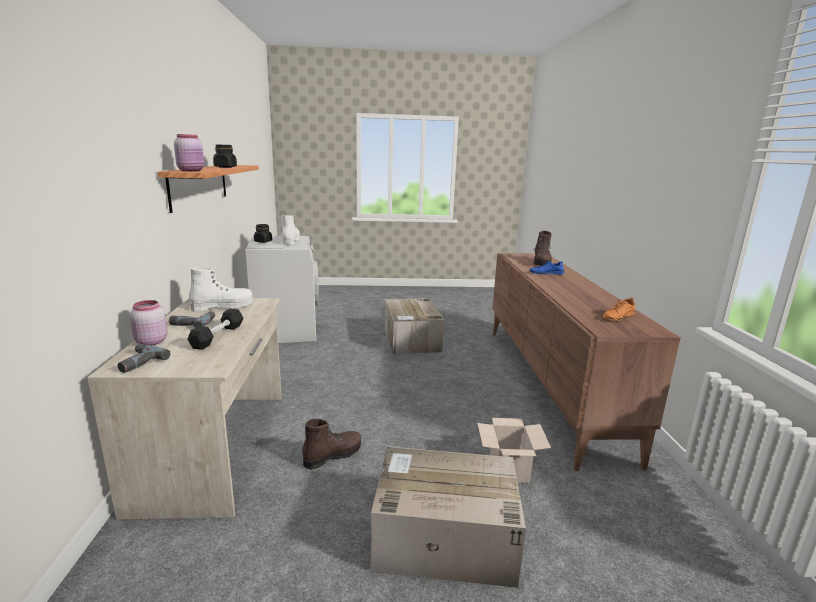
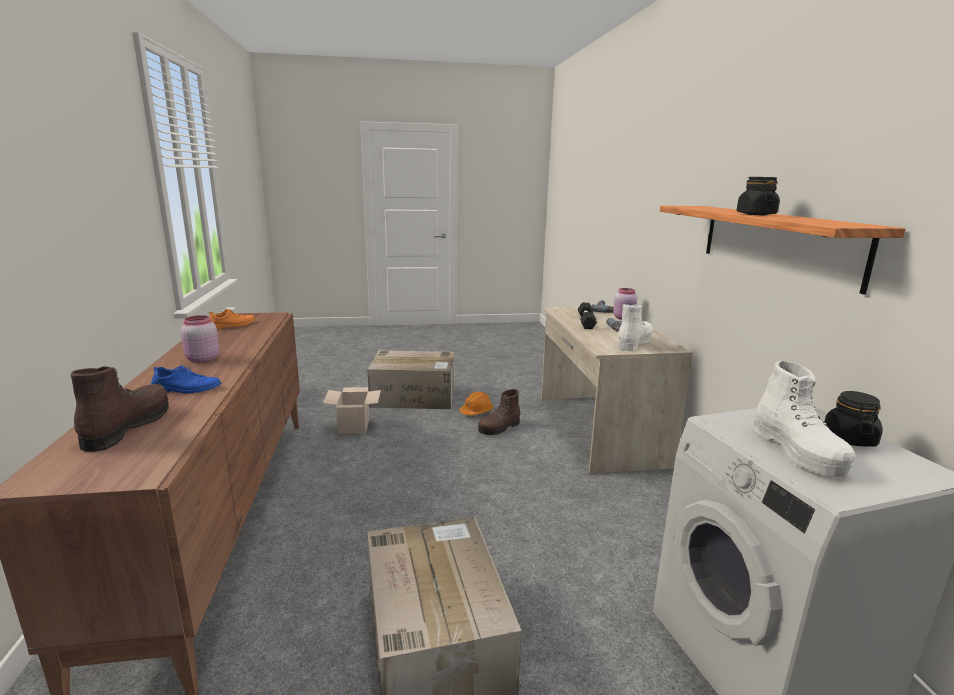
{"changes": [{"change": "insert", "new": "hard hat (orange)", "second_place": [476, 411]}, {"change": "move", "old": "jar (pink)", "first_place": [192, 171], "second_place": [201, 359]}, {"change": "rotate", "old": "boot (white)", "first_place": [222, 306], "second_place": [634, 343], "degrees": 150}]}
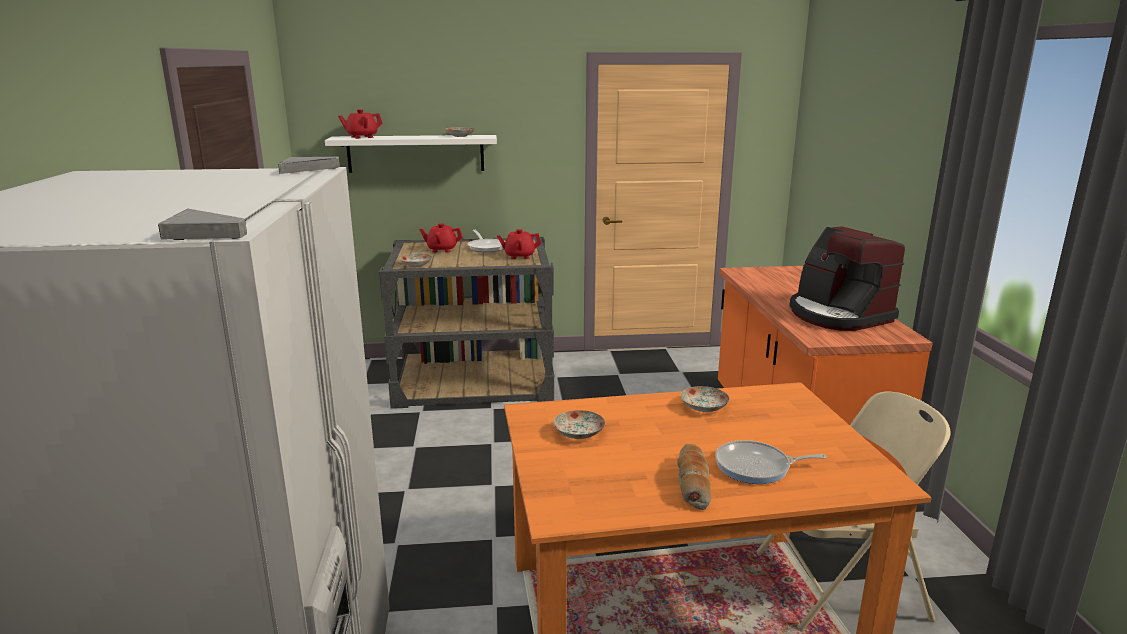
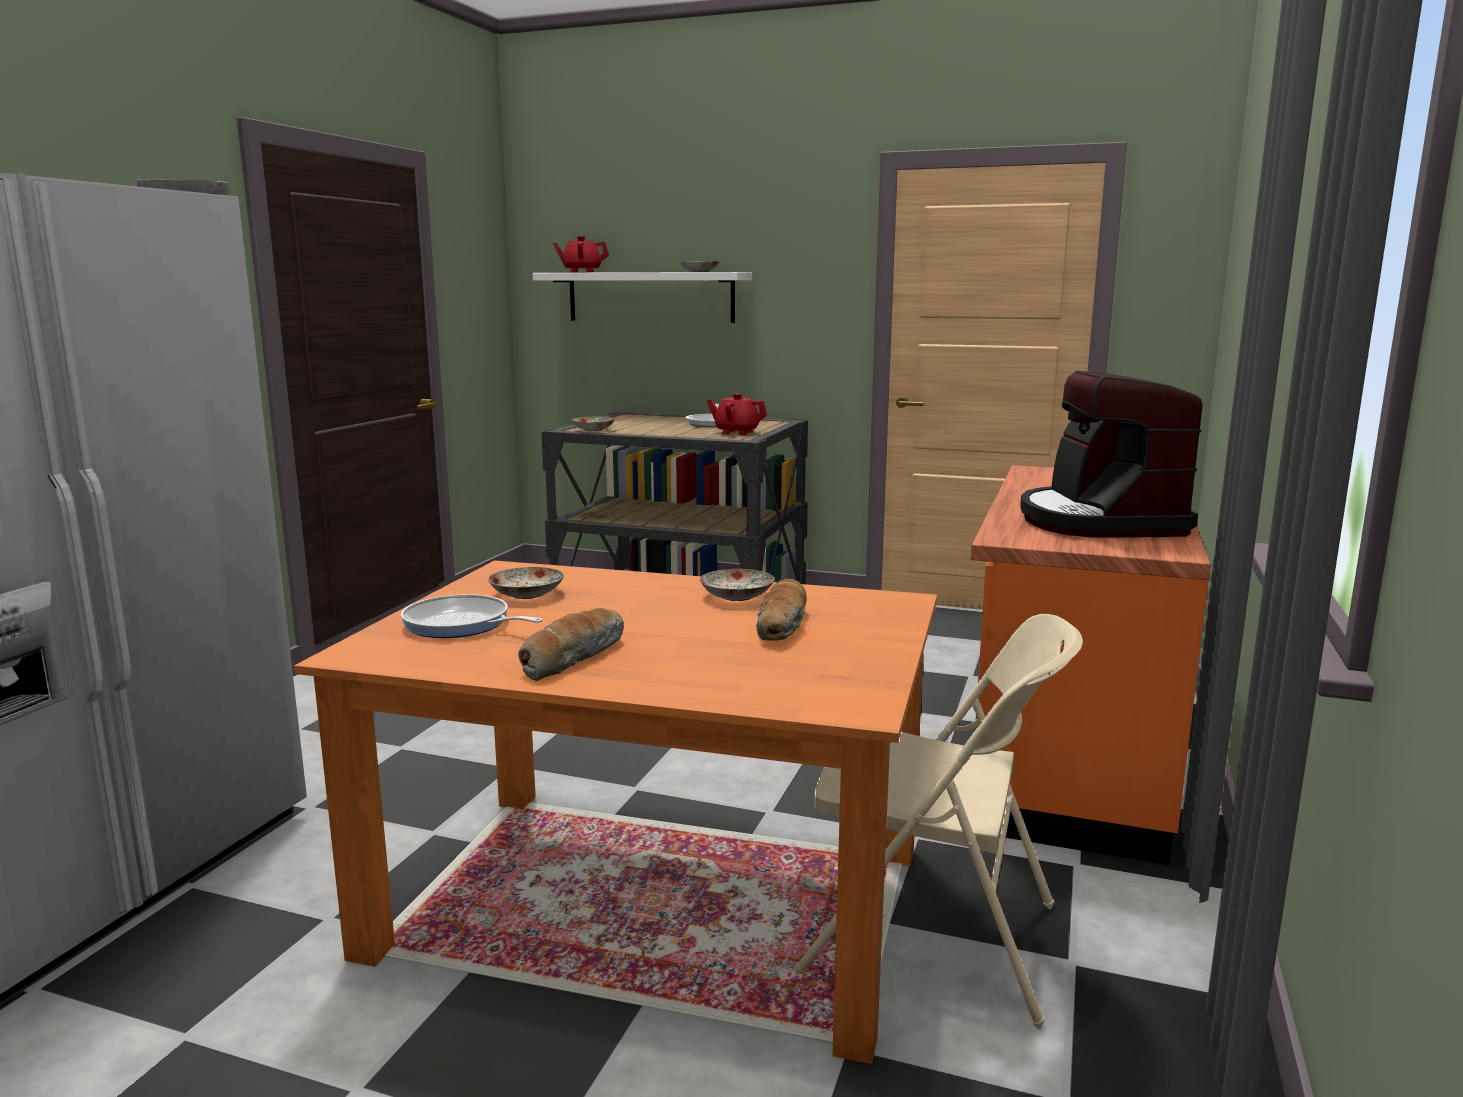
{"changes": [{"change": "delete", "old": "teapot (red)", "first_place": [442, 250]}, {"change": "insert", "new": "bread", "second_place": [783, 625]}, {"change": "move", "old": "frying pan", "first_place": [756, 467], "second_place": [461, 625]}]}
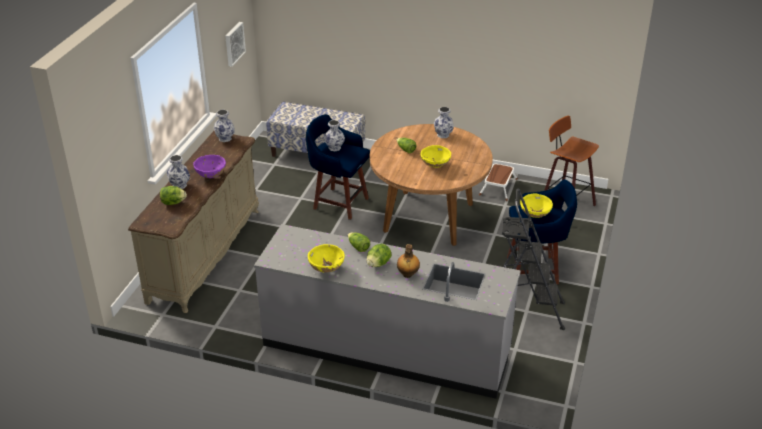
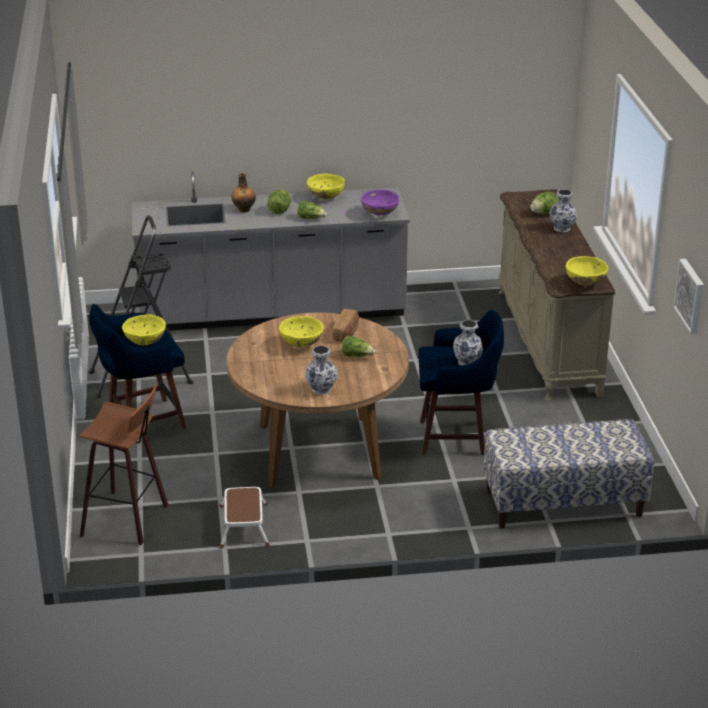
{"changes": [{"change": "insert", "new": "bread", "second_place": [346, 333]}, {"change": "move", "old": "bowl (purple)", "first_place": [211, 175], "second_place": [379, 214]}, {"change": "replace", "old": "vase", "new": "bowl (yellow)", "first_place": [225, 138], "second_place": [585, 283]}]}
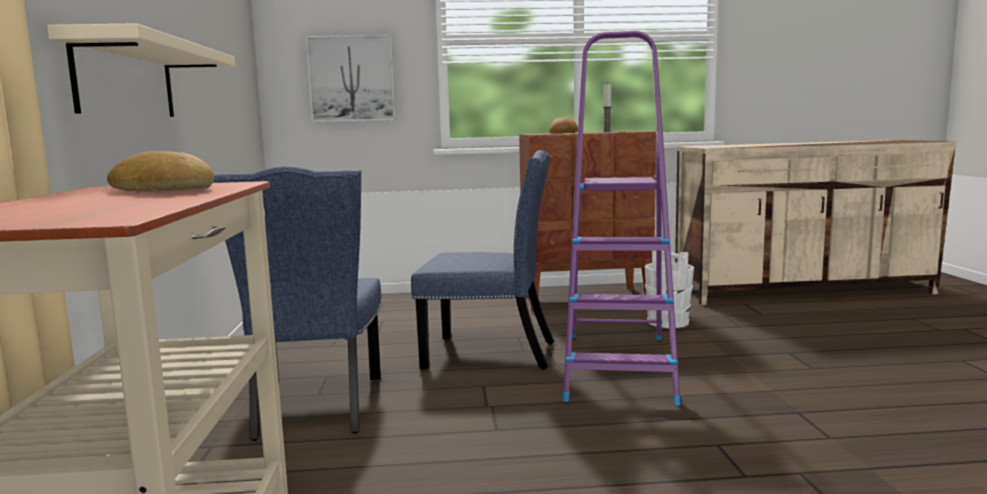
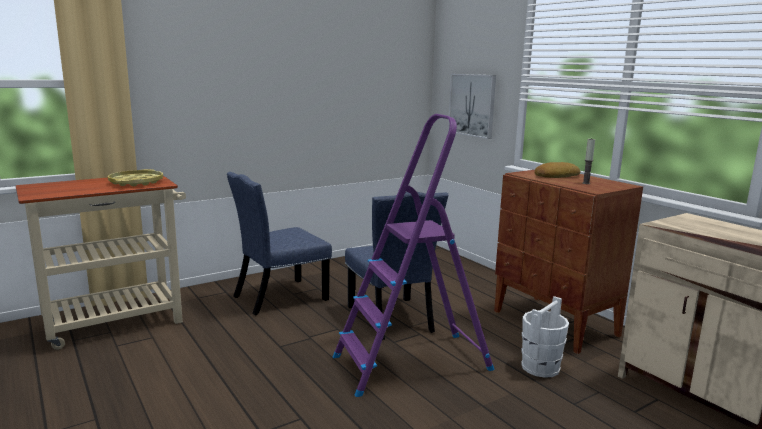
{"changes": [{"change": "delete", "old": "shelf (beige)", "first_place": [126, 80]}, {"change": "replace", "old": "bread", "new": "tray (yellow)", "first_place": [165, 189], "second_place": [136, 182]}]}
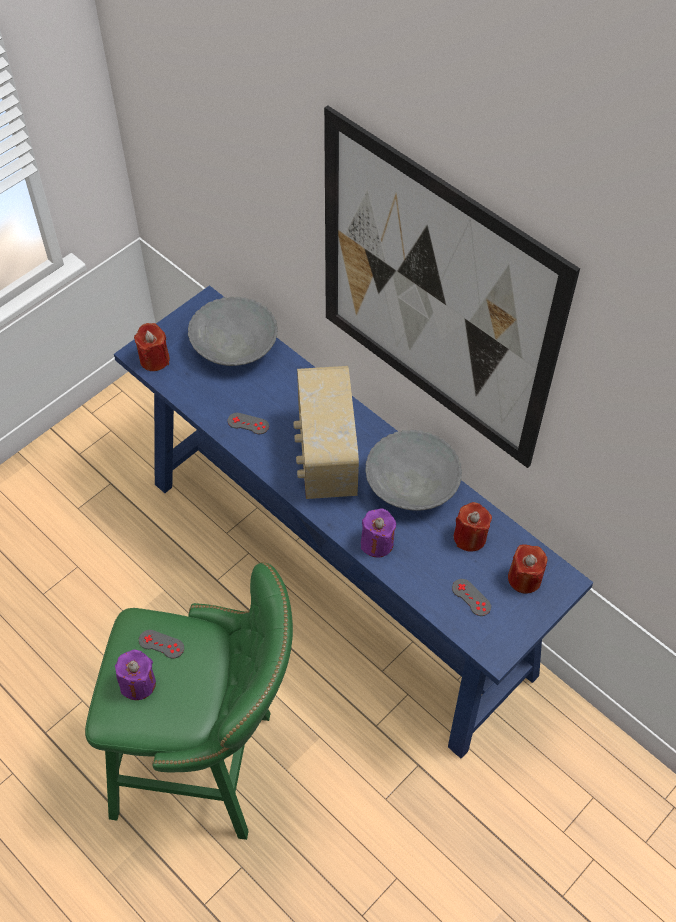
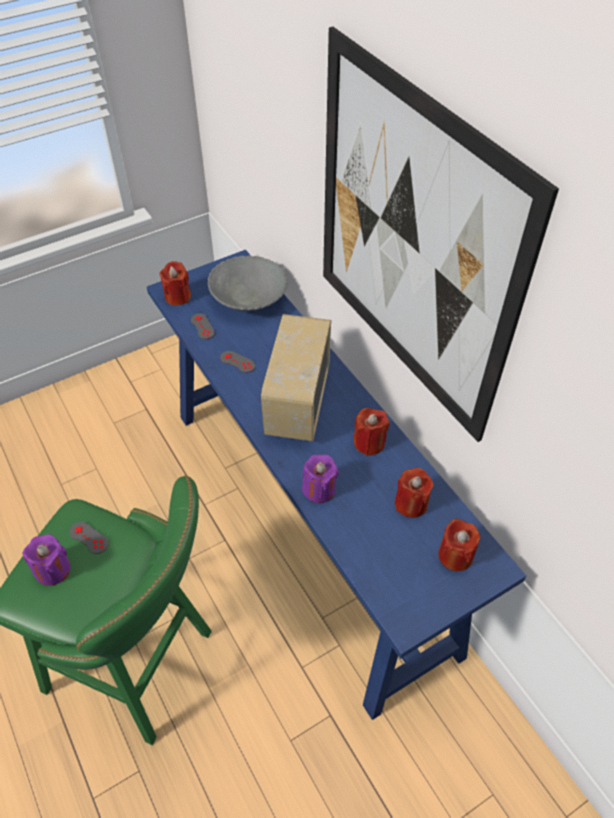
{"changes": [{"change": "move", "old": "game controller (grey)", "first_place": [471, 597], "second_place": [202, 326]}, {"change": "replace", "old": "bowl (grey)", "new": "candle (red)", "first_place": [412, 484], "second_place": [369, 443]}]}
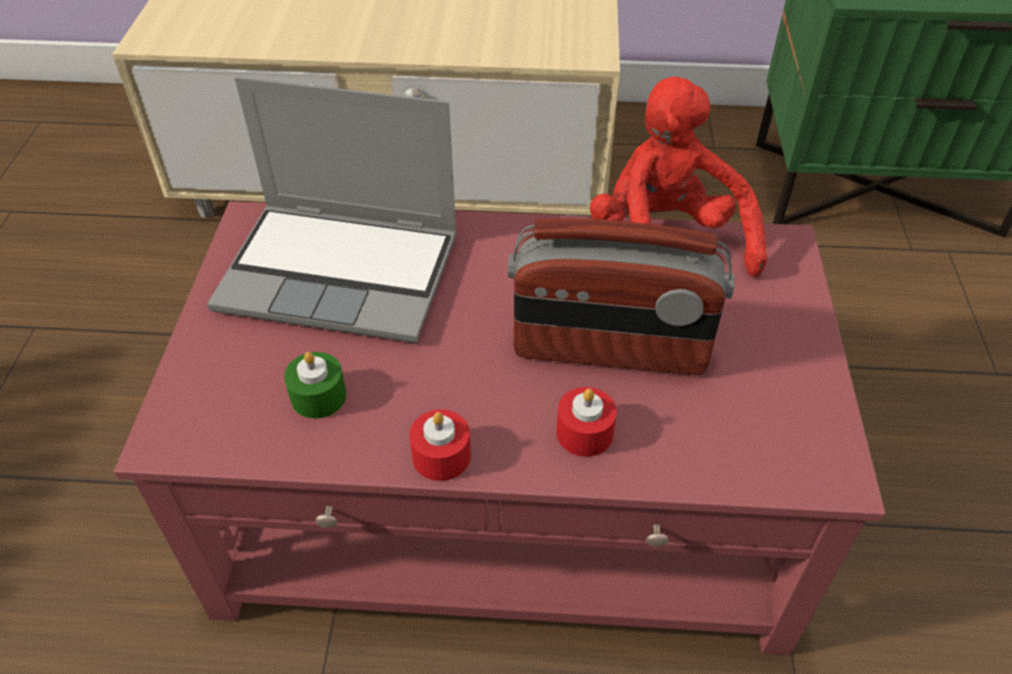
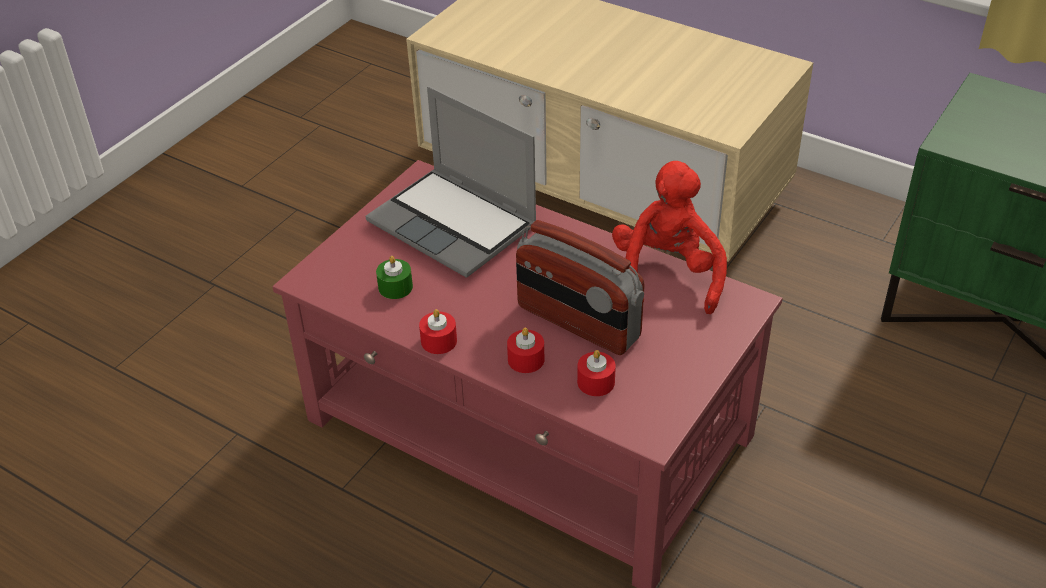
{"changes": [{"change": "insert", "new": "candle (red)", "second_place": [596, 382]}]}
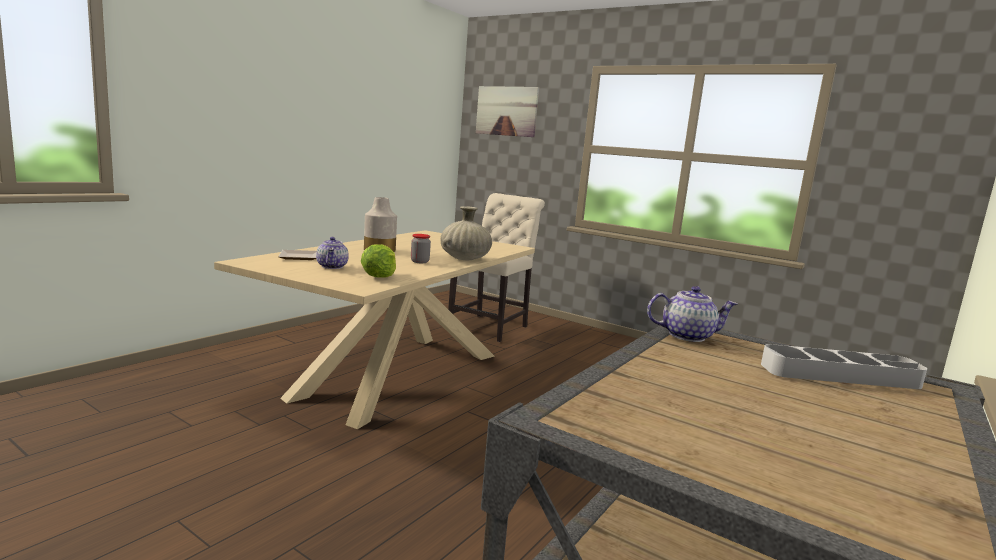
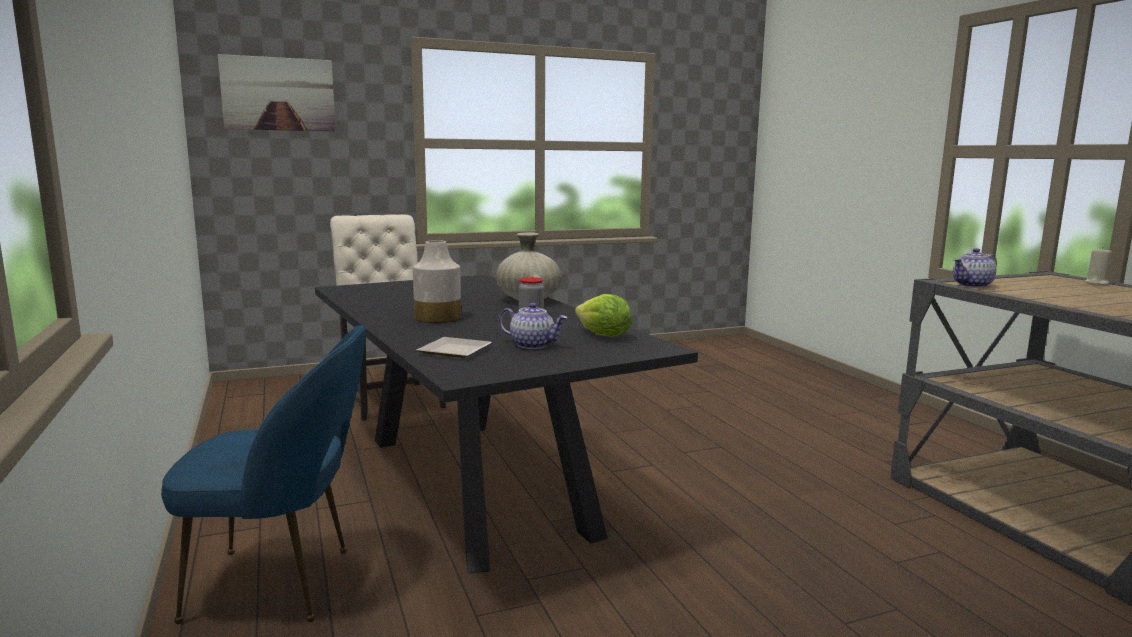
{"changes": [{"change": "delete", "old": "tray (grey)", "first_place": [839, 375]}, {"change": "insert", "new": "chair (blue)", "second_place": [283, 585]}, {"change": "insert", "new": "candle (beige)", "second_place": [1096, 283]}, {"change": "recolor", "old": "dining table (beige)", "new": "dining table (black)", "first_place": [398, 375], "second_place": [476, 482]}, {"change": "rotate", "old": "teapot", "first_place": [687, 336], "second_place": [972, 285], "degrees": -150}]}
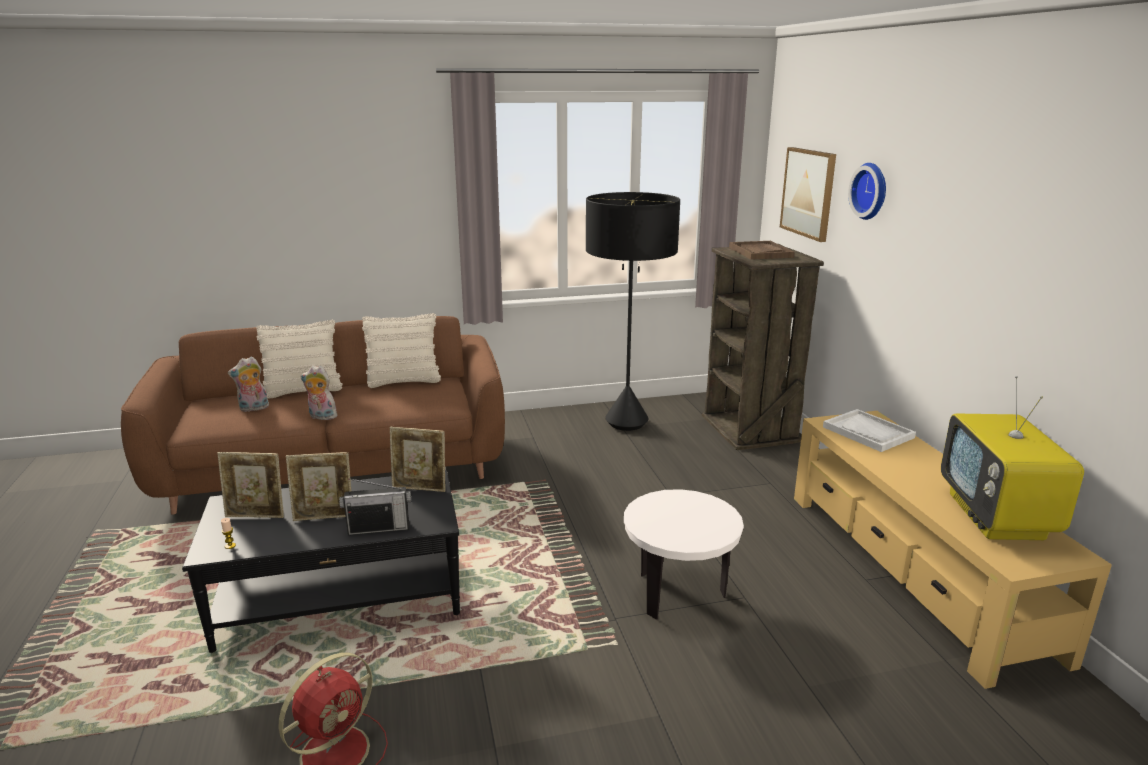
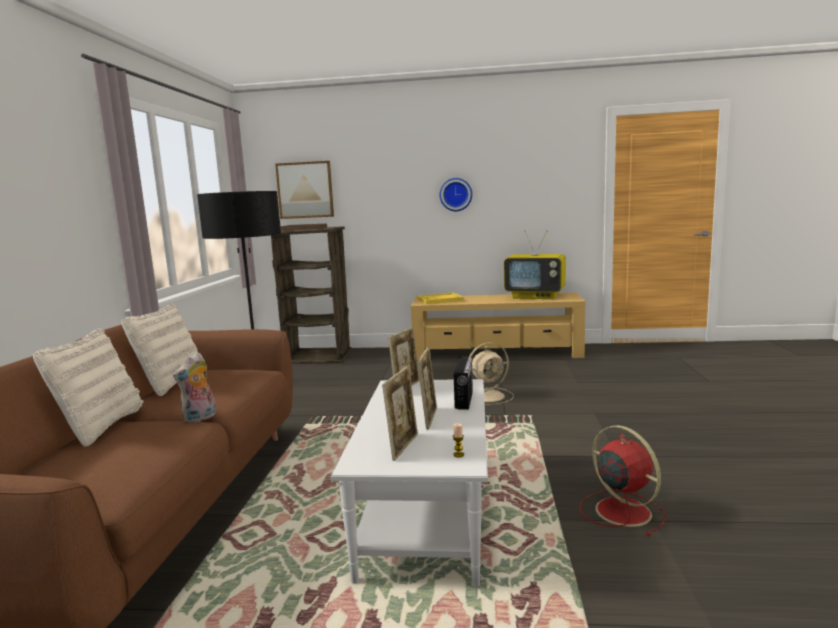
{"changes": [{"change": "delete", "old": "plush toy", "first_place": [253, 409]}, {"change": "move", "old": "wall clock", "first_place": [871, 191], "second_place": [456, 194]}, {"change": "replace", "old": "side table (white)", "new": "fan (beige)", "first_place": [679, 594], "second_place": [489, 396]}, {"change": "recolor", "old": "coffee table (black)", "new": "coffee table (white)", "first_place": [342, 599], "second_place": [426, 509]}, {"change": "recolor", "old": "tray (white)", "new": "tray (yellow)", "first_place": [868, 432], "second_place": [440, 300]}]}
